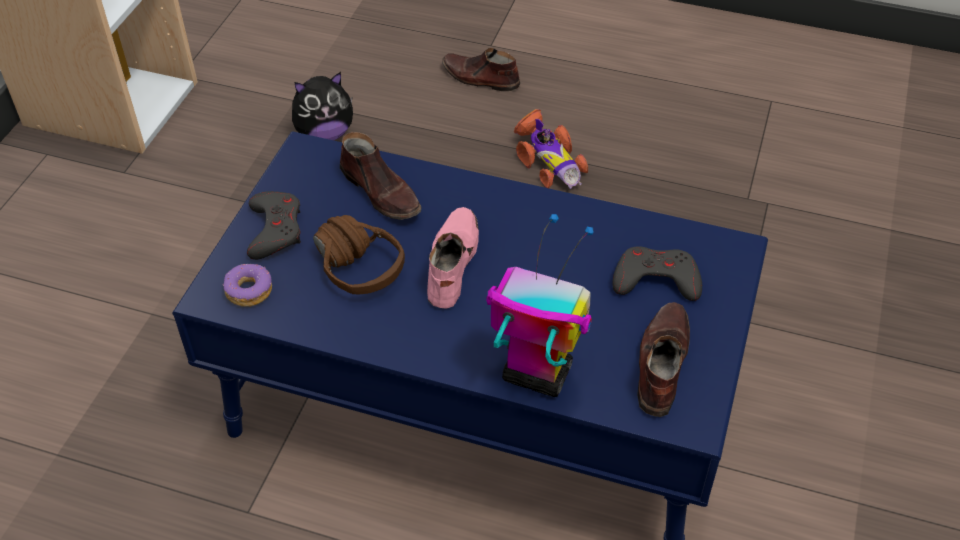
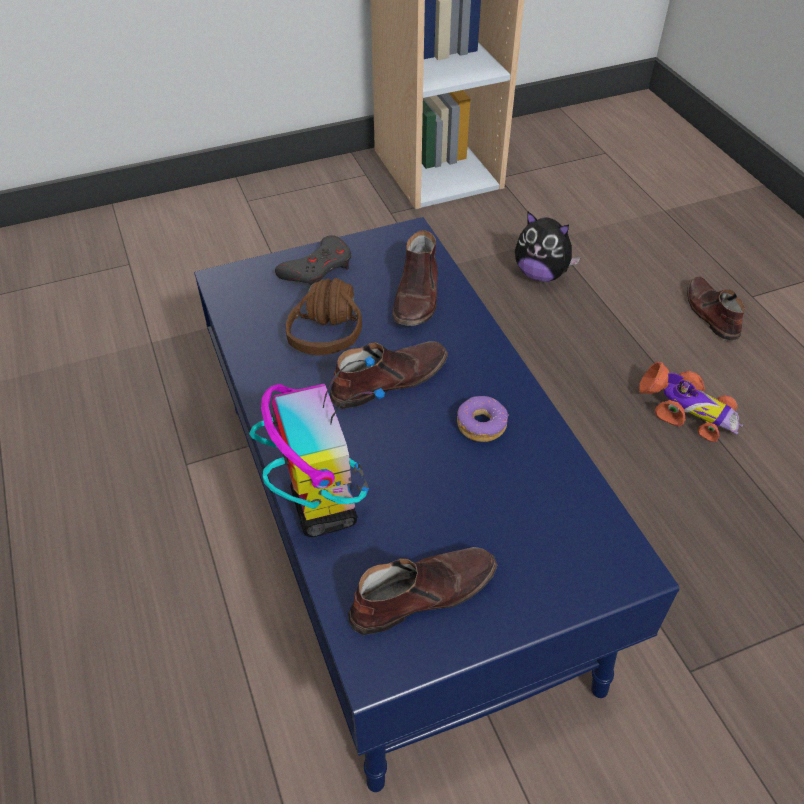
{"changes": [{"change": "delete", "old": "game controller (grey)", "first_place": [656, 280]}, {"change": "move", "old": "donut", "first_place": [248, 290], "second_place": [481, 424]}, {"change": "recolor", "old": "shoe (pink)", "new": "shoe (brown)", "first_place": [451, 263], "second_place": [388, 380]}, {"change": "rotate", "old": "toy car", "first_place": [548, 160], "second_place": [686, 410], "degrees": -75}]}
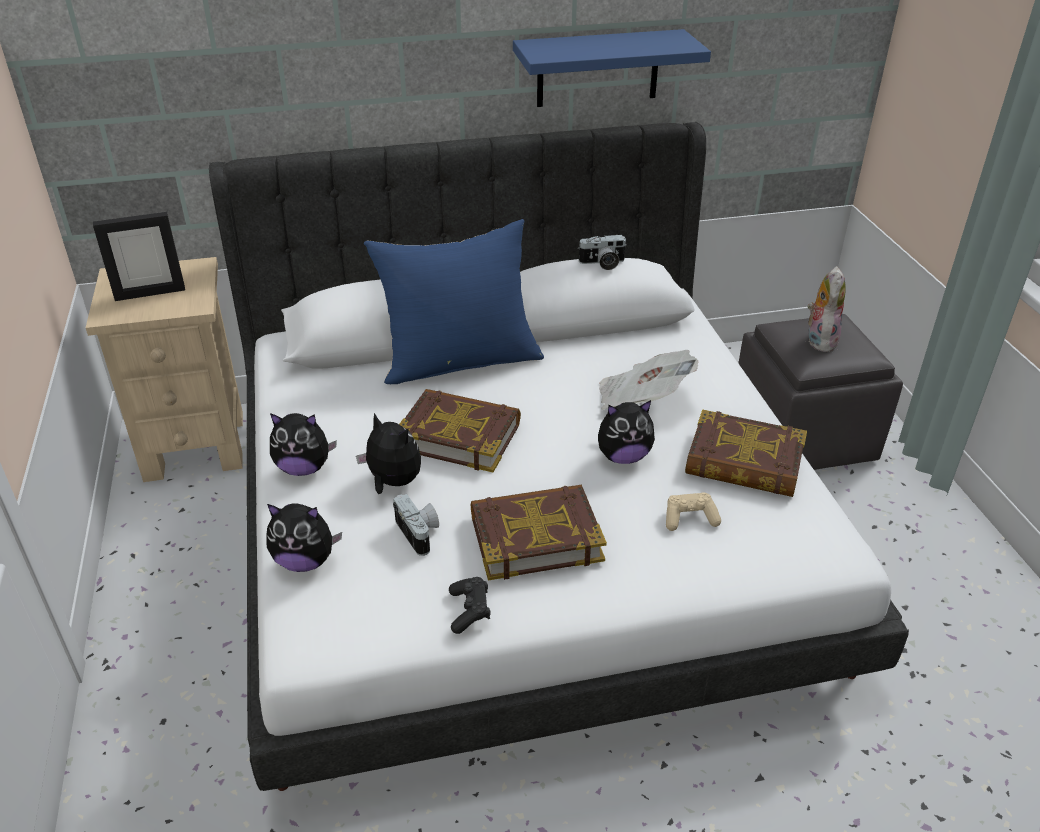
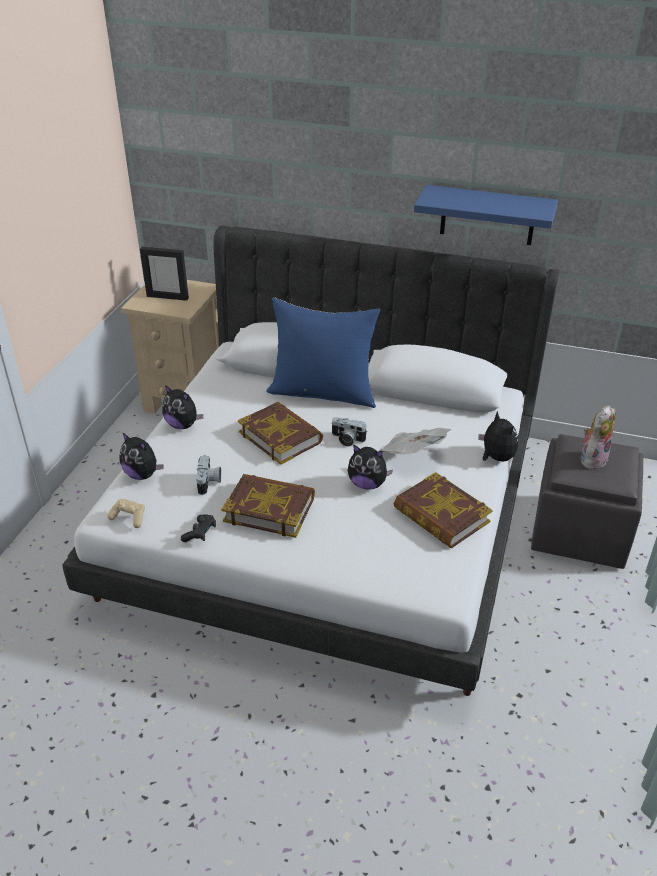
{"changes": [{"change": "move", "old": "plush toy", "first_place": [392, 482], "second_place": [496, 458]}, {"change": "move", "old": "photo camera", "first_place": [602, 263], "second_place": [347, 439]}, {"change": "move", "old": "game controller (beige)", "first_place": [689, 518], "second_place": [129, 517]}]}
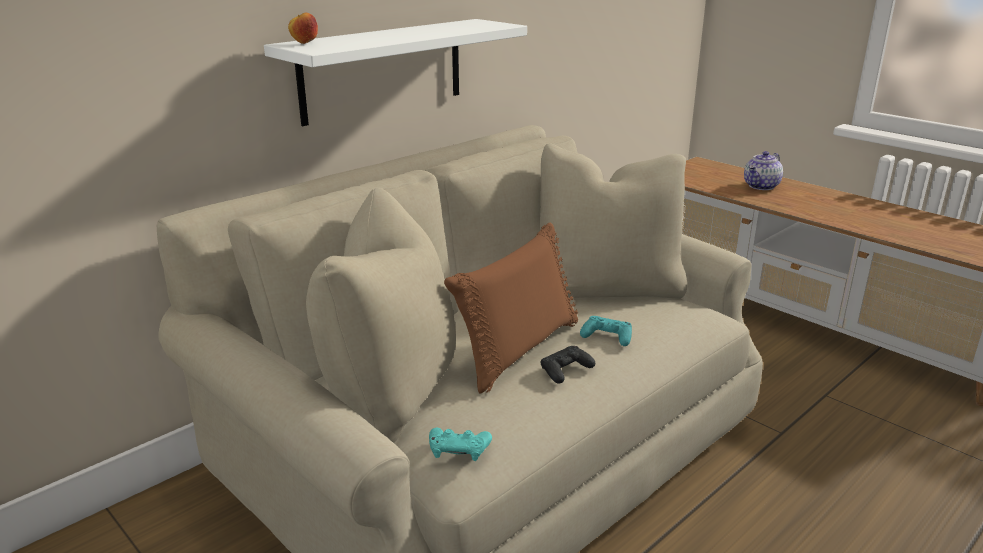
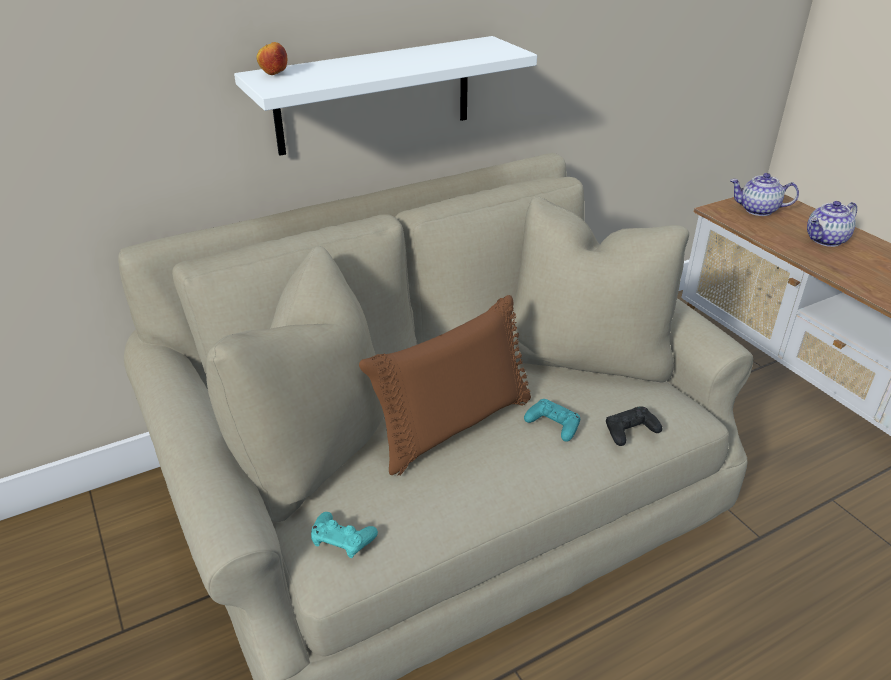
{"changes": [{"change": "insert", "new": "teapot", "second_place": [758, 210]}, {"change": "move", "old": "game controller (black)", "first_place": [565, 370], "second_place": [630, 431]}]}
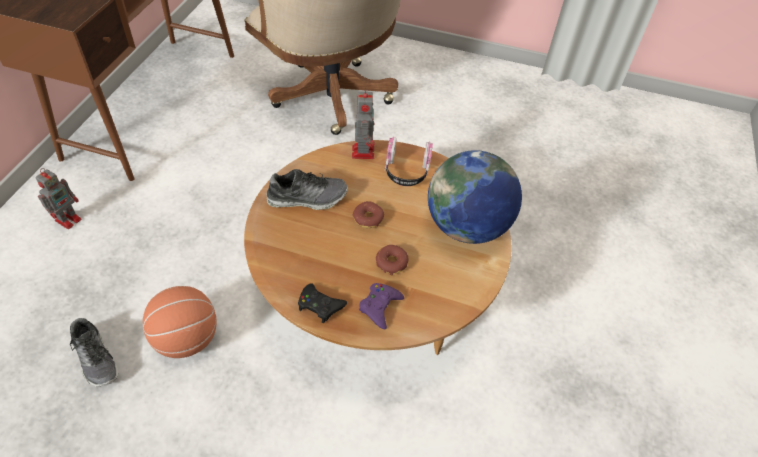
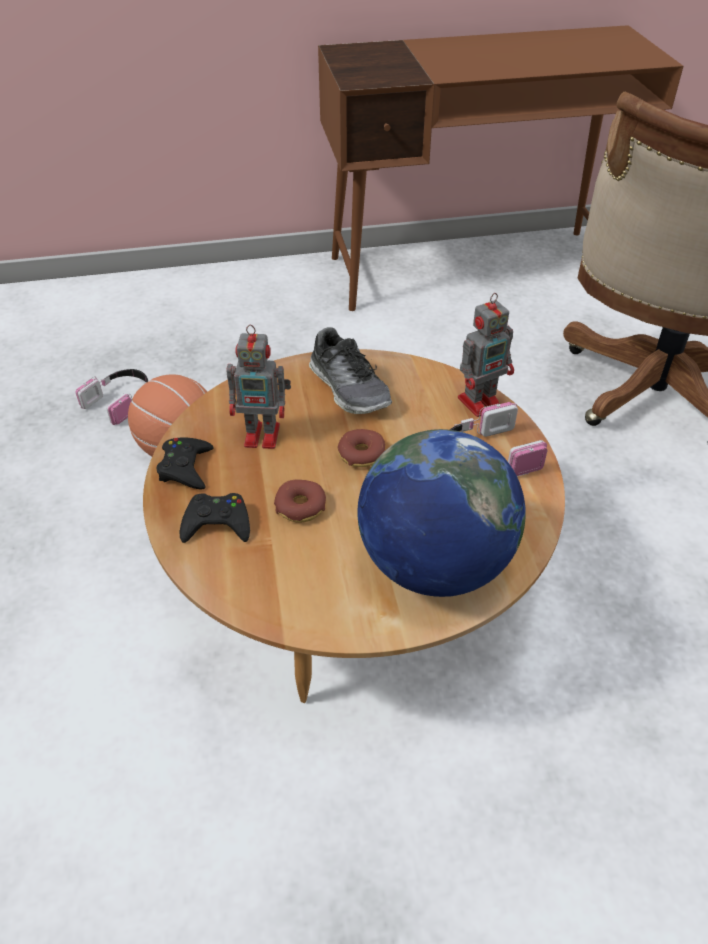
{"changes": [{"change": "move", "old": "toy robot", "first_place": [69, 219], "second_place": [264, 435]}, {"change": "replace", "old": "shoe", "new": "headphones", "first_place": [96, 358], "second_place": [121, 401]}, {"change": "recolor", "old": "game controller (purple)", "new": "game controller (black)", "first_place": [380, 307], "second_place": [217, 524]}]}
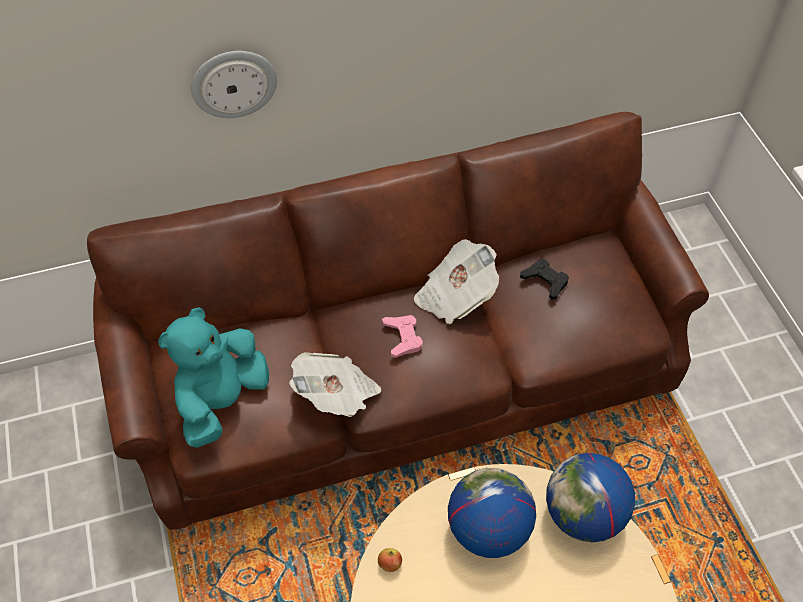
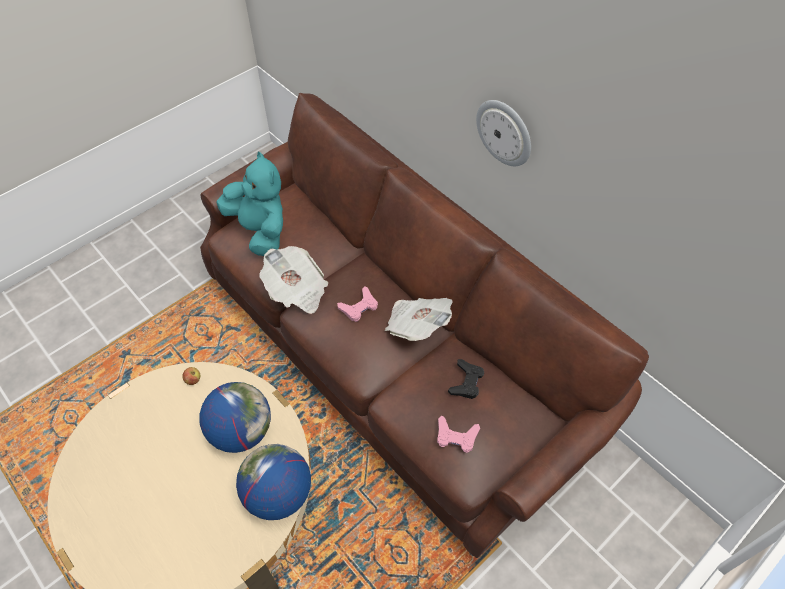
{"changes": [{"change": "insert", "new": "game controller (pink)", "second_place": [456, 437]}, {"change": "move", "old": "wall clock", "first_place": [234, 83], "second_place": [505, 132]}, {"change": "rotate", "old": "plush toy (turquoise)", "first_place": [222, 400], "second_place": [260, 231], "degrees": 45}]}
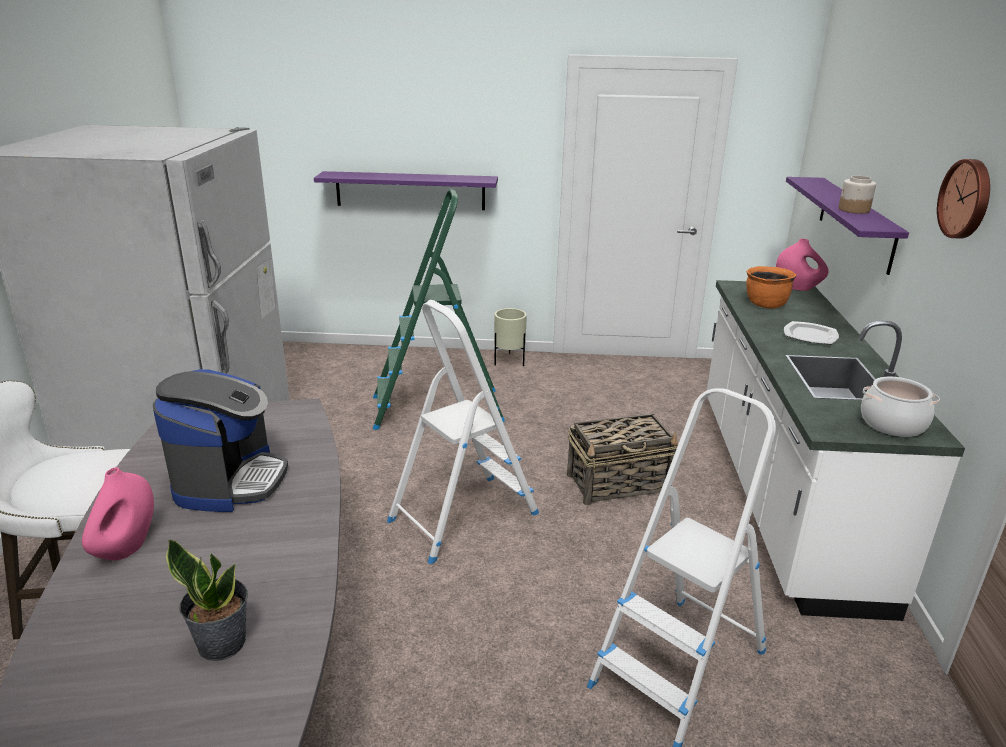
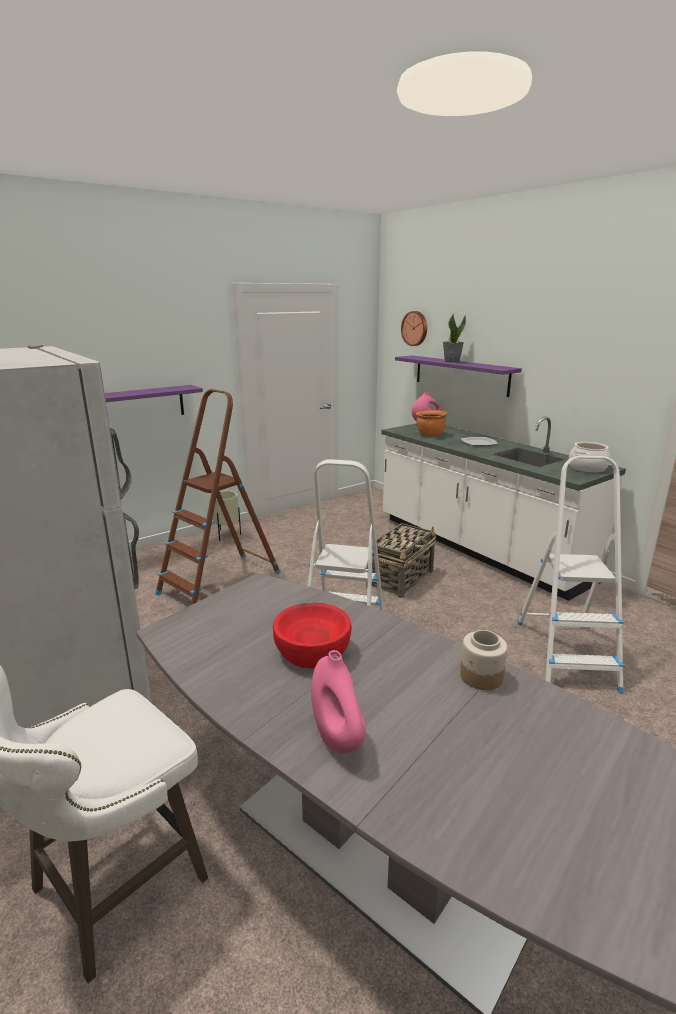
{"changes": [{"change": "move", "old": "potted plant", "first_place": [222, 642], "second_place": [451, 361]}, {"change": "move", "old": "jar", "first_place": [853, 210], "second_place": [481, 677]}, {"change": "move", "old": "wall clock", "first_place": [967, 199], "second_place": [415, 328]}, {"change": "replace", "old": "coffee machine", "new": "bowl (red)", "first_place": [230, 481], "second_place": [312, 651]}, {"change": "recolor", "old": "step ladder (green)", "new": "step ladder (brown)", "first_place": [436, 409], "second_place": [219, 583]}]}
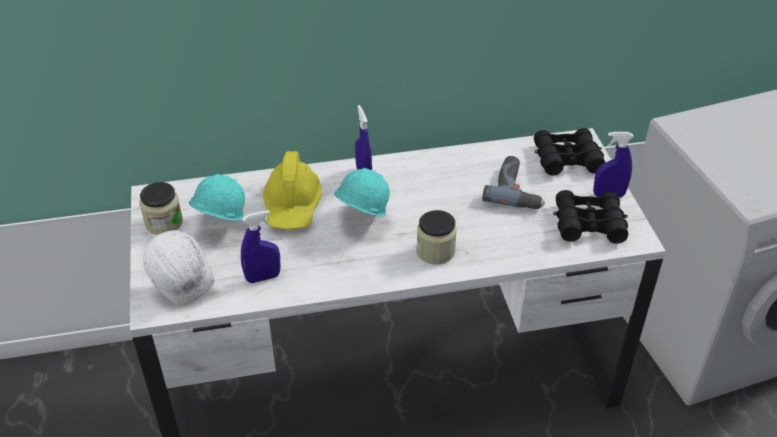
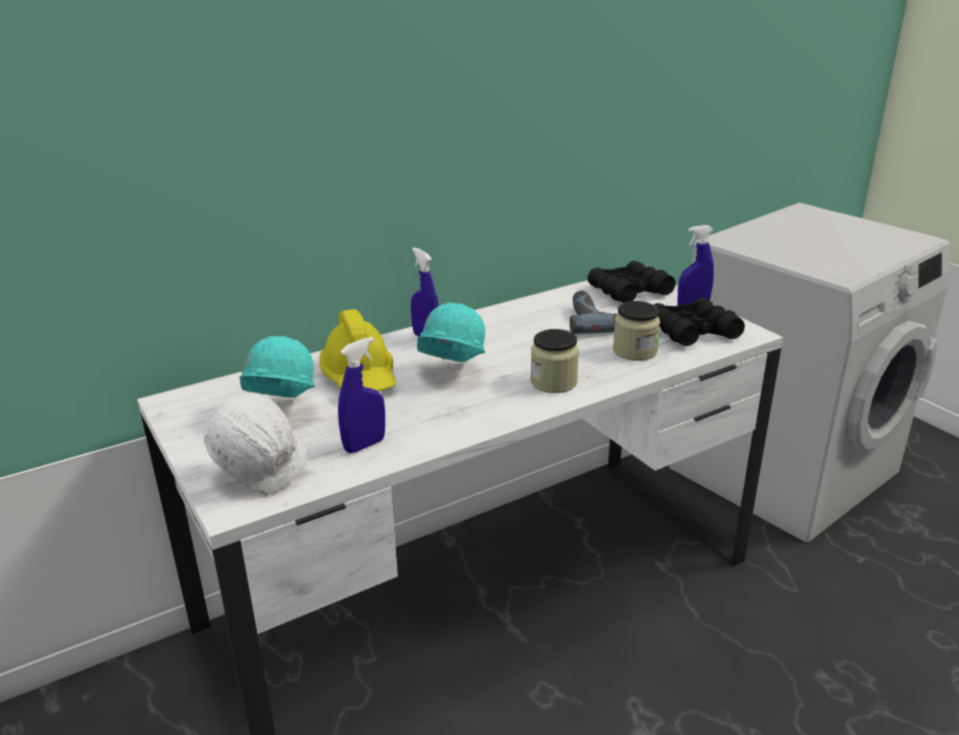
{"changes": [{"change": "move", "old": "jar", "first_place": [164, 222], "second_place": [634, 351]}]}
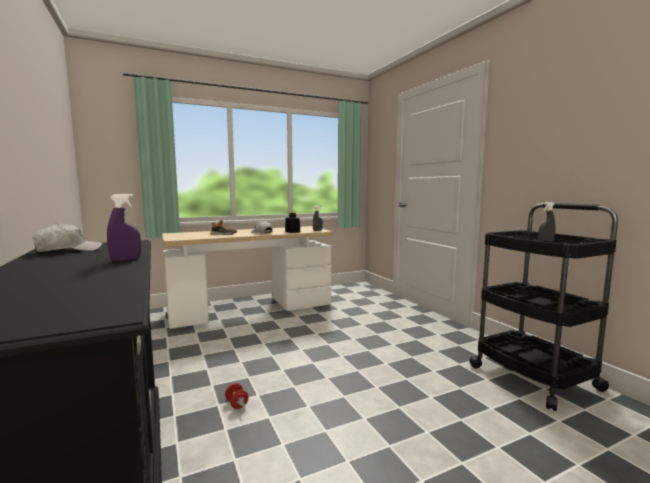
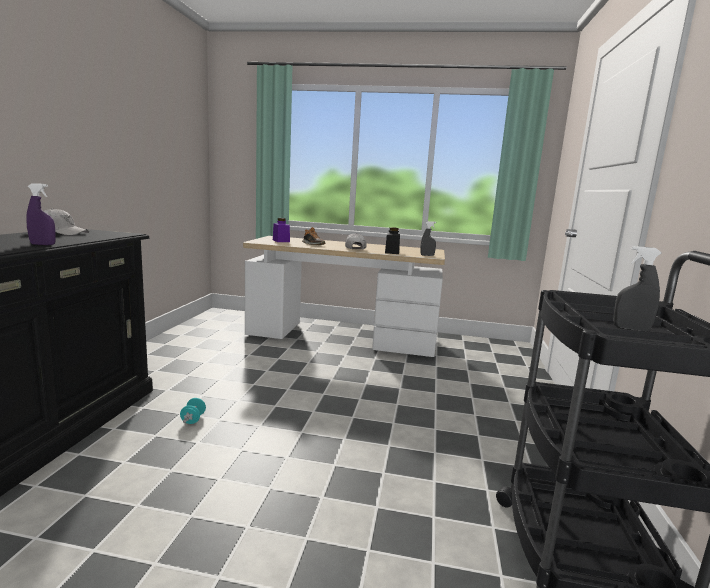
{"changes": [{"change": "insert", "new": "jar (purple)", "second_place": [281, 241]}, {"change": "recolor", "old": "dumbbell (red)", "new": "dumbbell (turquoise)", "first_place": [237, 404], "second_place": [193, 419]}]}
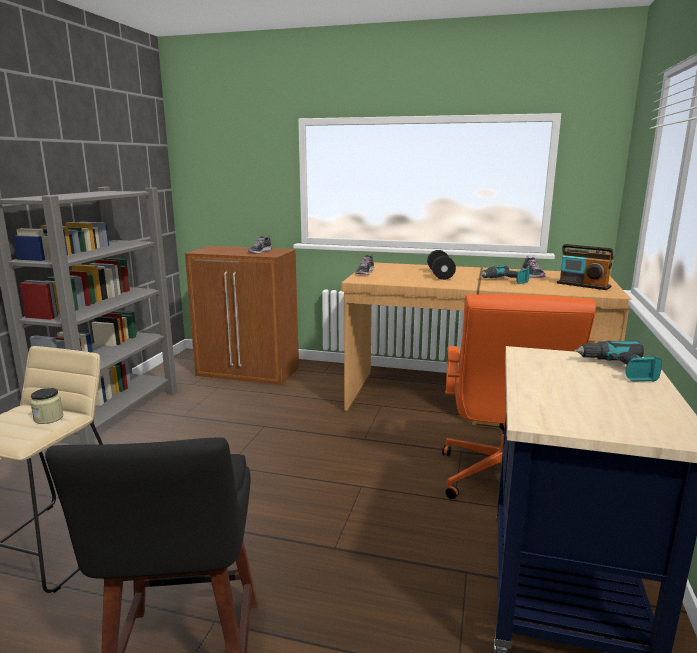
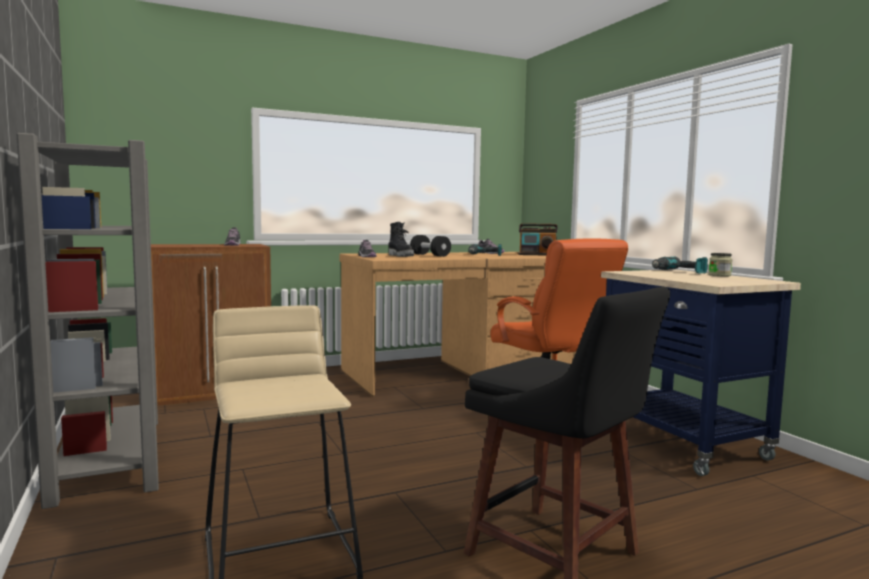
{"changes": [{"change": "insert", "new": "boot (black)", "second_place": [401, 256]}, {"change": "move", "old": "jar", "first_place": [48, 418], "second_place": [719, 275]}]}
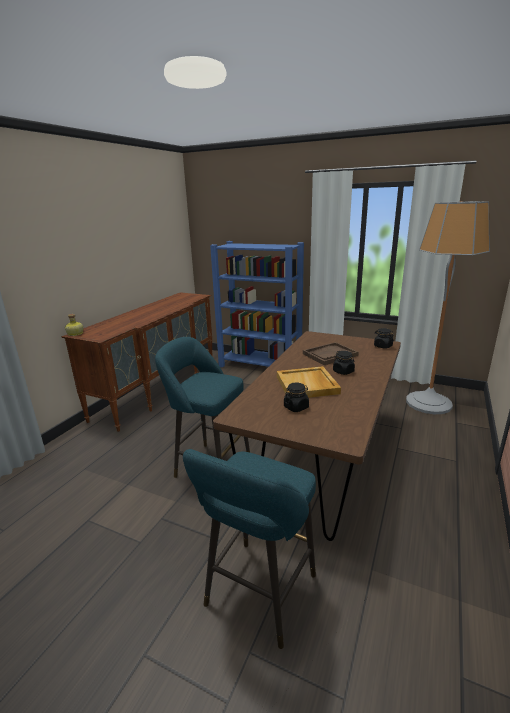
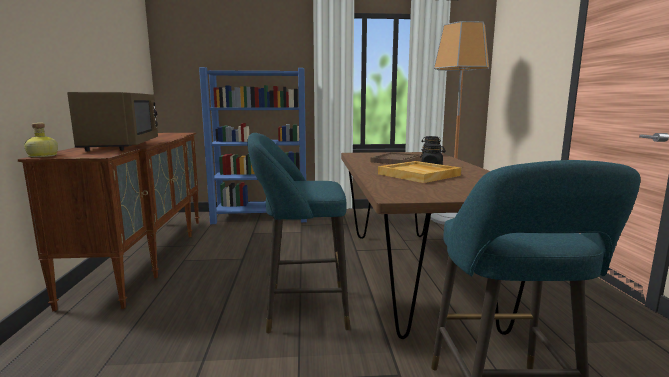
{"changes": [{"change": "delete", "old": "jar (black)", "first_place": [296, 407]}, {"change": "insert", "new": "microwave (brown)", "second_place": [121, 146]}]}
